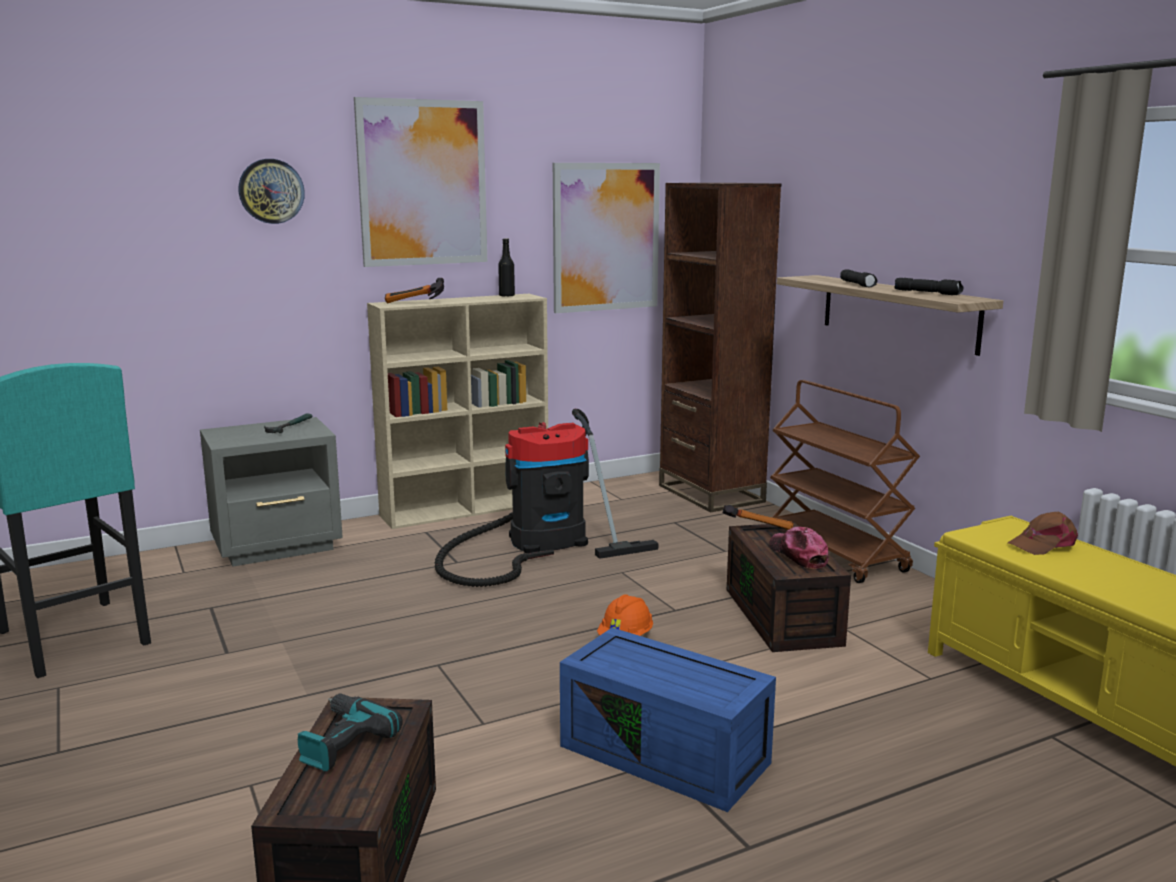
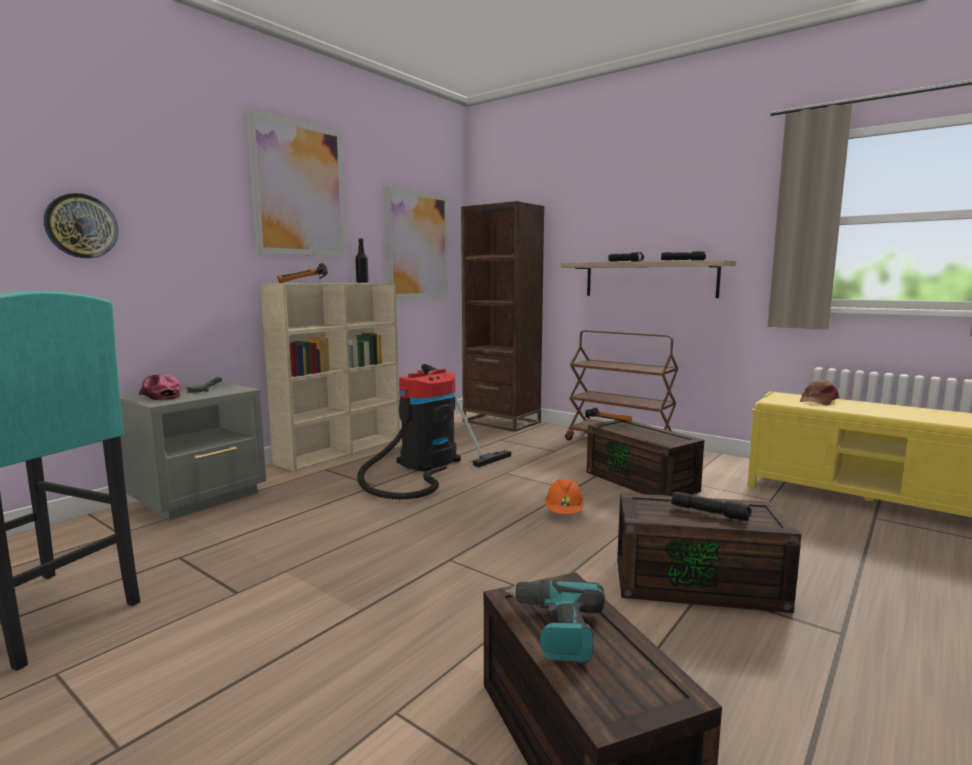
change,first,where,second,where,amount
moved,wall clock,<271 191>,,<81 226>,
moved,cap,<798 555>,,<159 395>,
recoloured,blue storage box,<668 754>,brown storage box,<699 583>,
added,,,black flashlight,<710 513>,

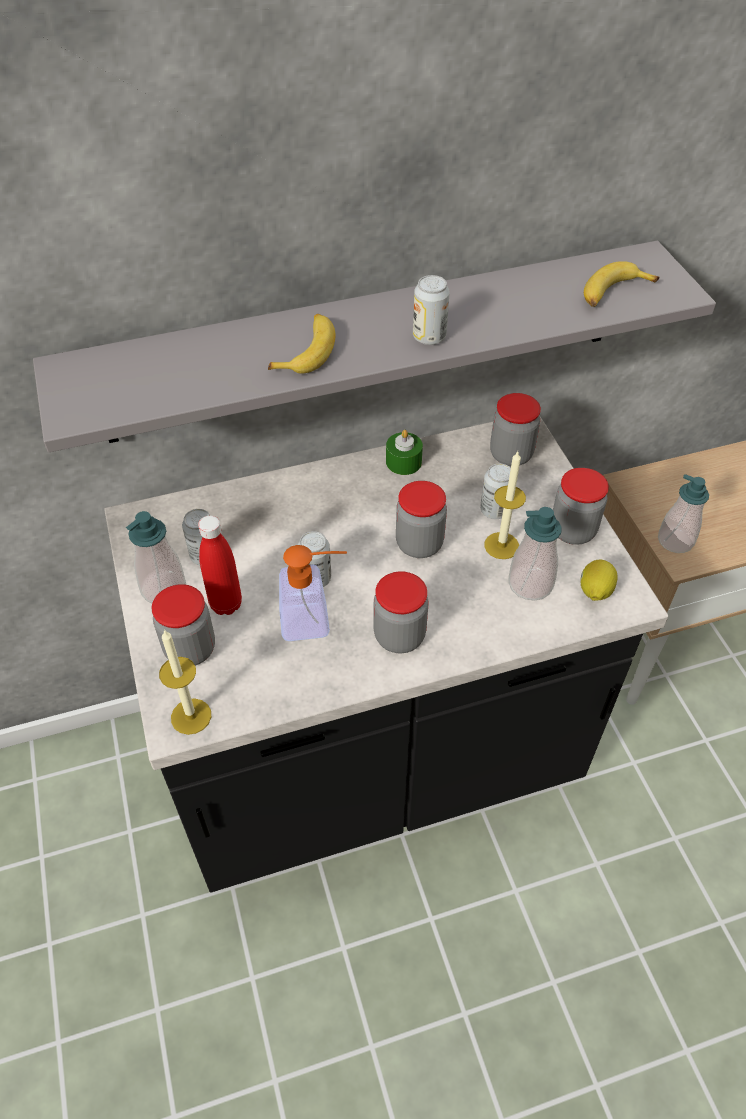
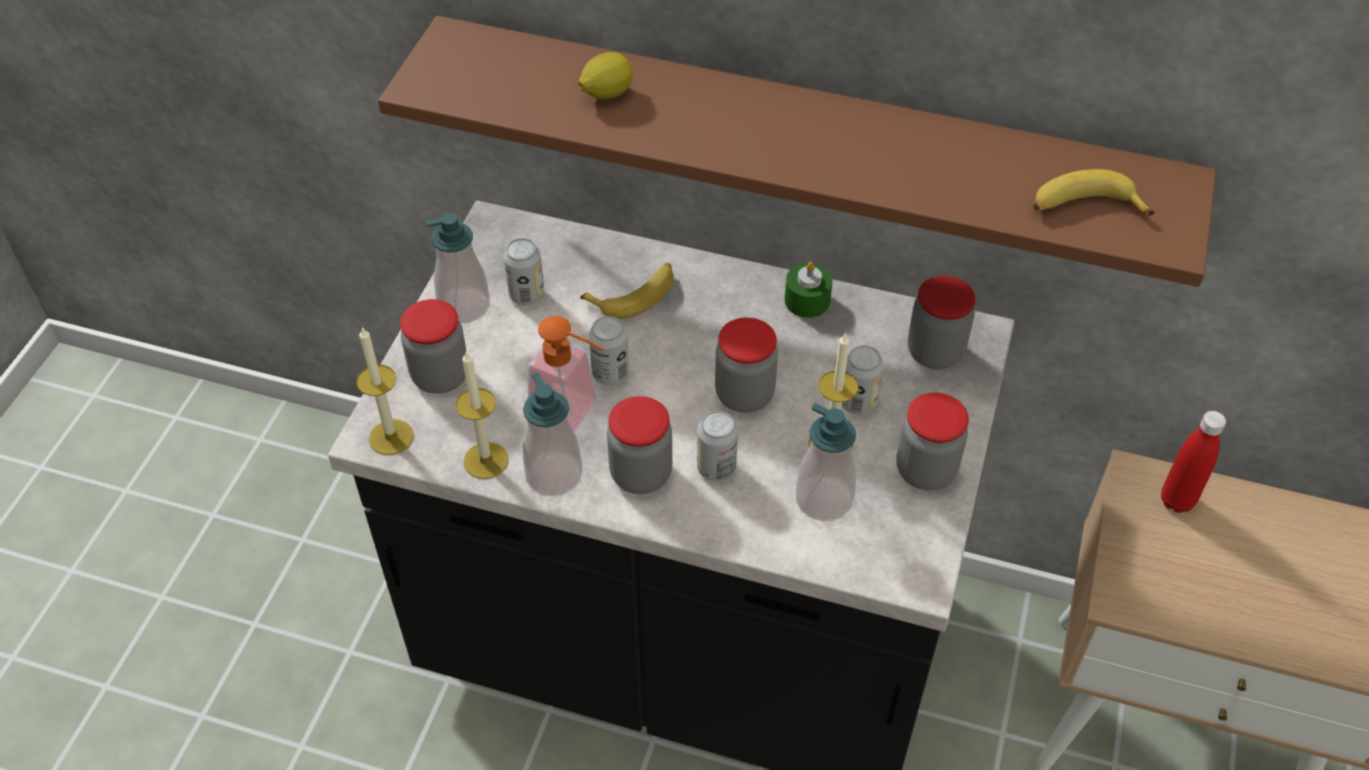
change,first,where,second,where,amount
recoloured,grey shelf,<367 342>,brown shelf,<801 142>,
moved,can,<429 337>,,<716 468>,
moved,banana,<307 351>,,<635 295>,
moved,soap dispenser,<675 540>,,<554 475>,
moved,red bottle,<226 604>,,<1177 500>,
moved,lemon,<594 591>,,<606 94>,
added,,,candle,<486 460>,

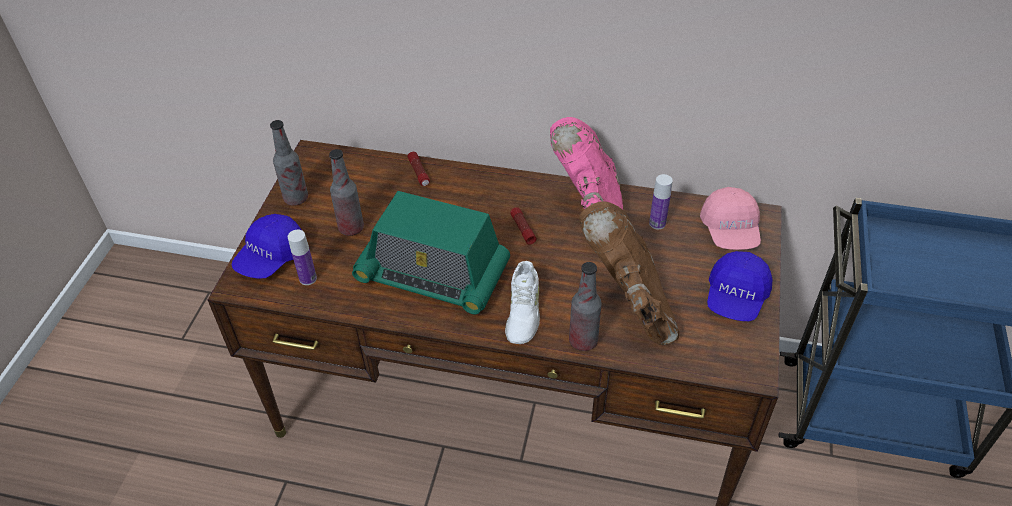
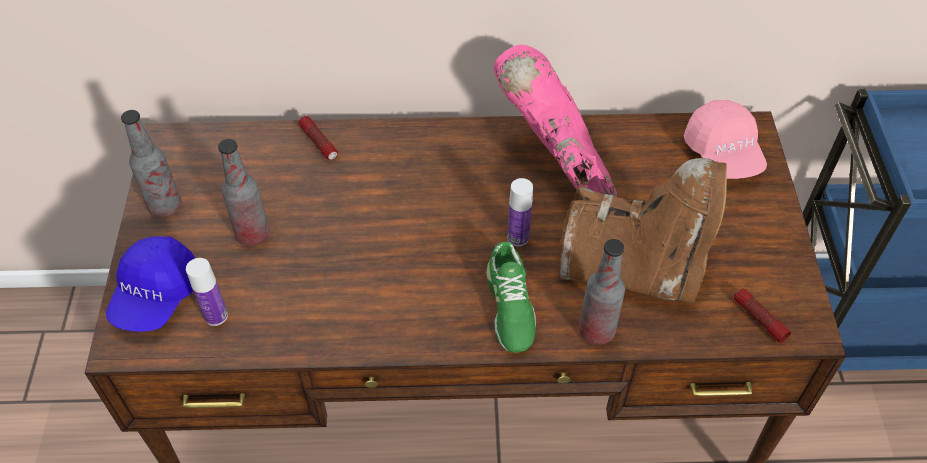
change,first,where,second,where,amount
moved,bottle,<657 223>,,<518 237>,
removed,radio,<433 274>,,,
turned,brown boot,<629 304>,,<636 270>,135 degrees clockwise
moved,flashlight,<522 229>,,<759 319>,
removed,blue cap,<736 298>,,,
recoloured,white shoe,<522 311>,green shoe,<509 306>,

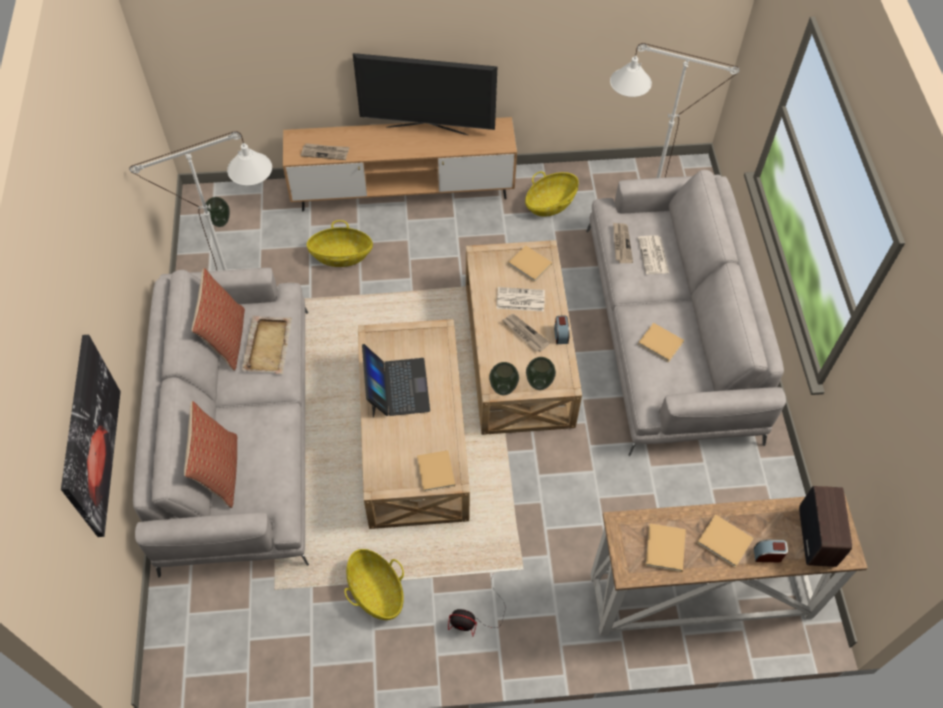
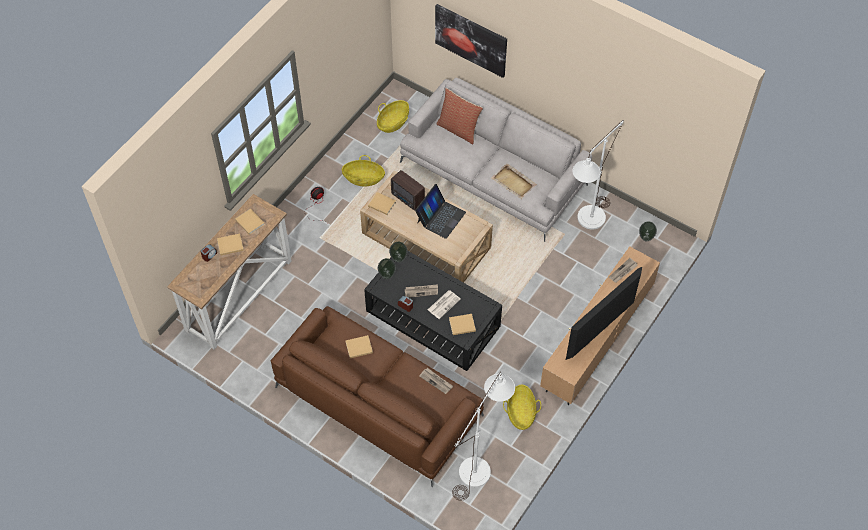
change,first,where,second,where,amount
recoloured,grey sofa,<670 331>,brown sofa,<378 402>,
moved,basket,<341 256>,,<393 123>,
removed,newspaper,<653 256>,,,
recoloured,beige coffee table,<519 352>,black coffee table,<432 319>,
removed,pillow,<226 339>,,,
turned,laptop,<397 387>,,<440 217>,90 degrees counterclockwise
moved,radio,<817 535>,,<408 199>,

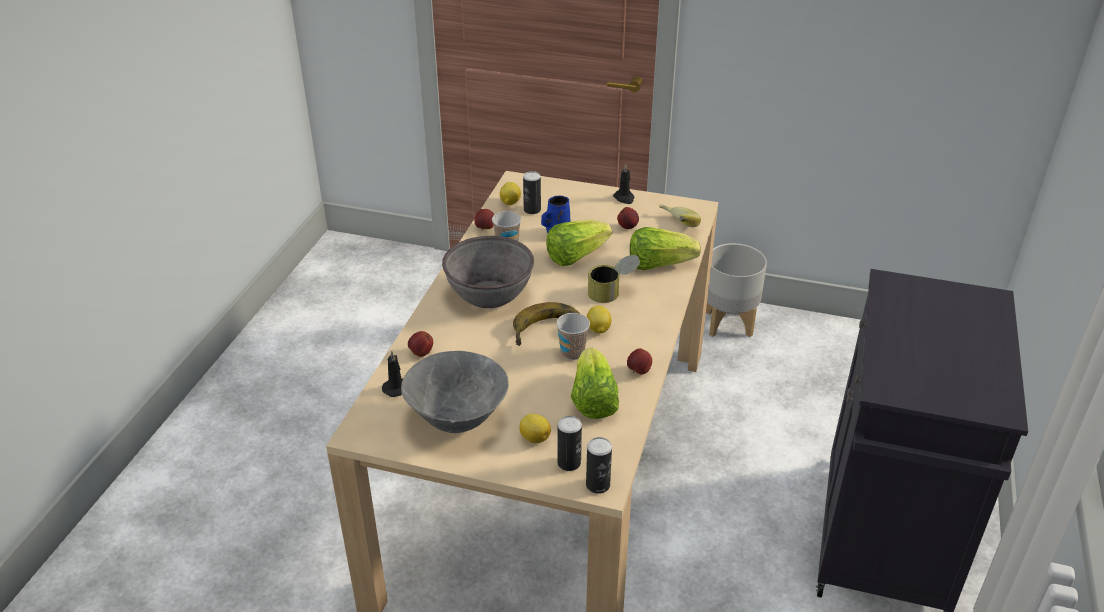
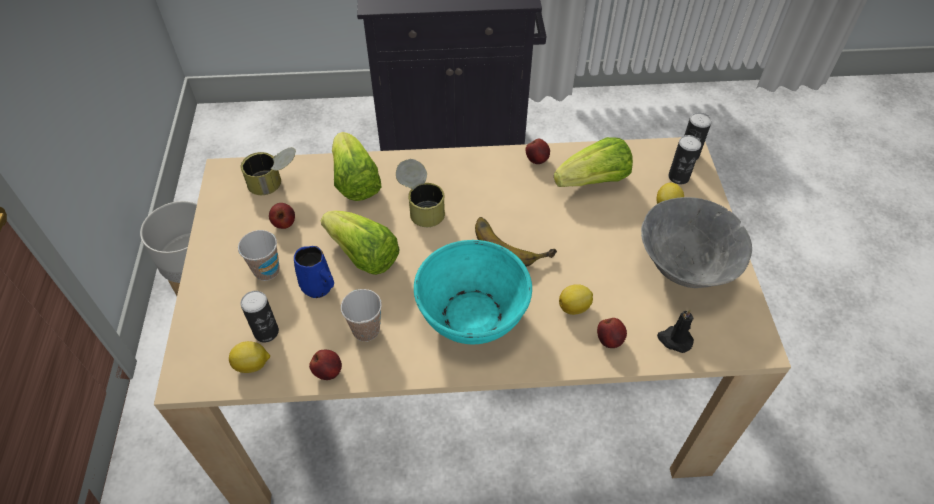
change,first,where,second,where,amount
removed,black candle,<624 198>,,,
replaced,banana,<675 228>,can,<274 183>,
recoloured,grey bowl,<490 294>,turquoise bowl,<472 314>,
moved,lemon,<598 329>,,<575 307>,
moved,cup,<572 353>,,<267 271>,

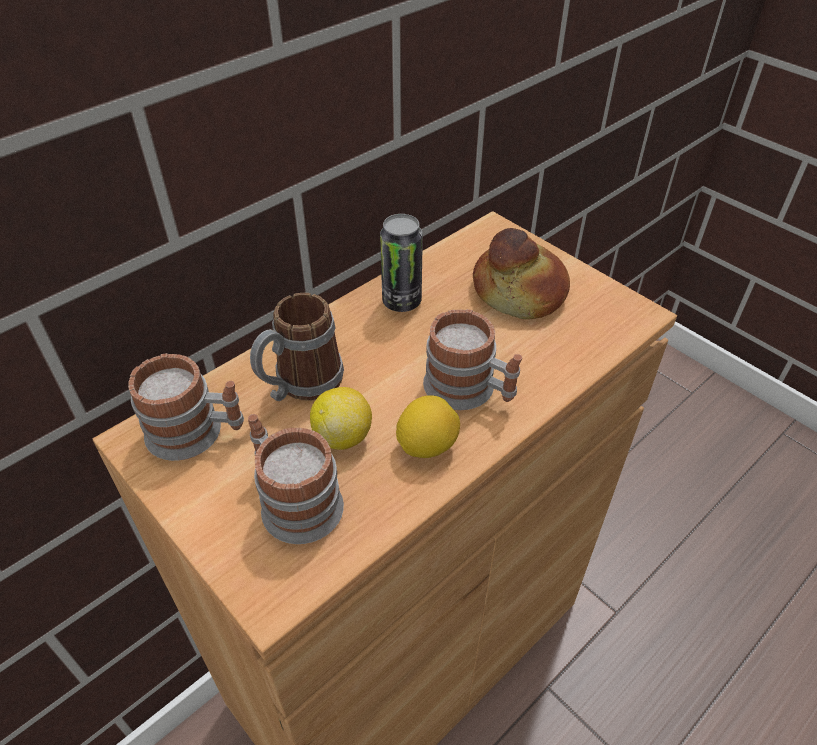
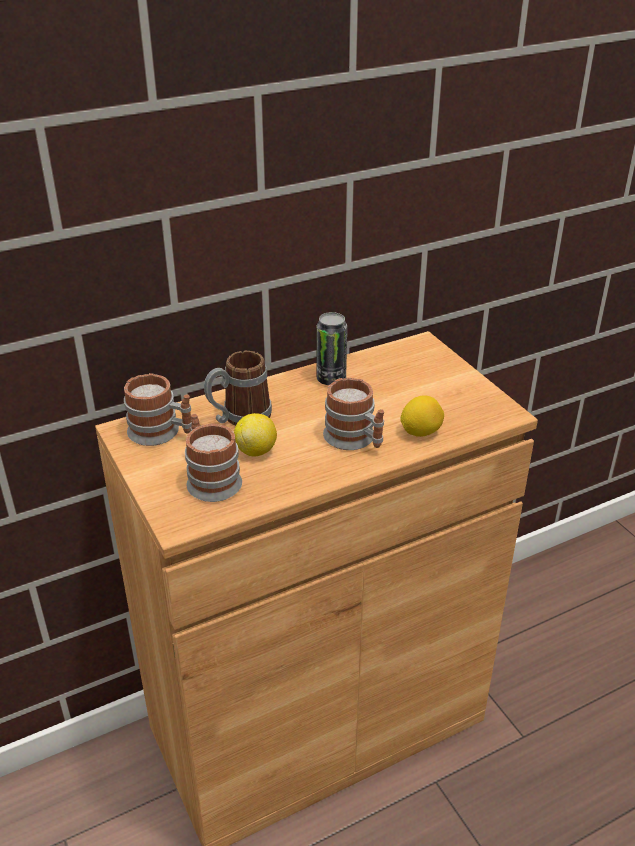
change,first,where,second,where,amount
removed,bread,<520 292>,,,
moved,lemon,<427 445>,,<420 432>,

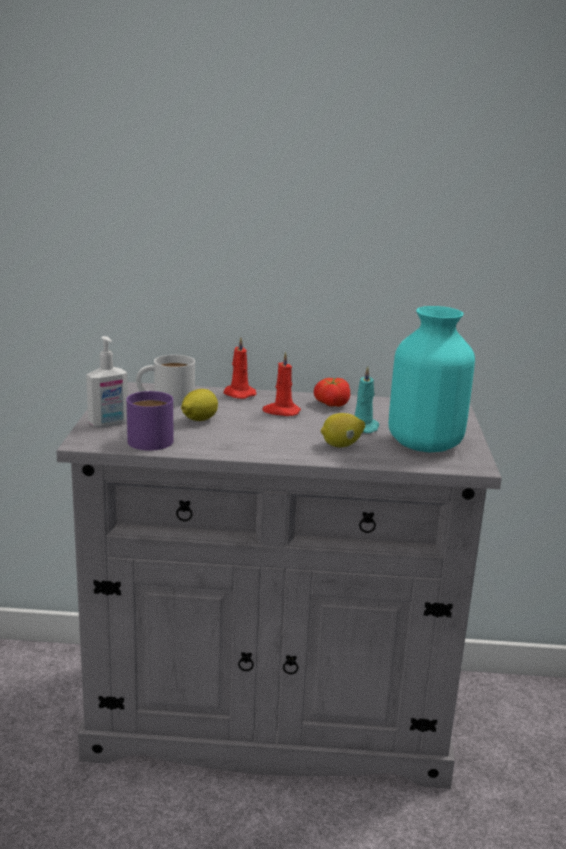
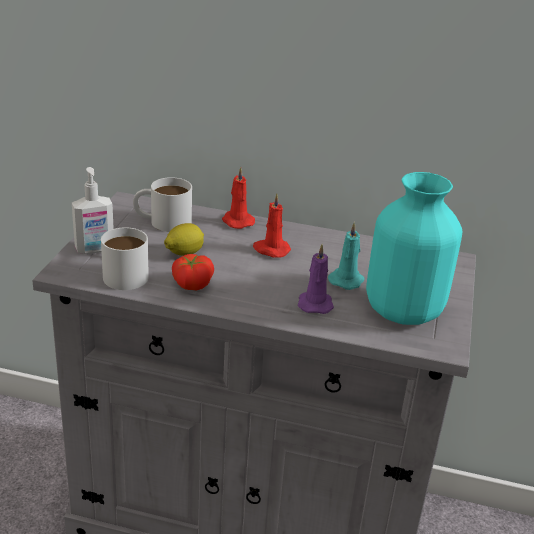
change,first,where,second,where,amount
moved,tomato,<331 404>,,<191 284>,
recoloured,purple mug,<148 437>,white mug,<125 272>,
replaced,lemon,<341 445>,purple candle,<315 303>,

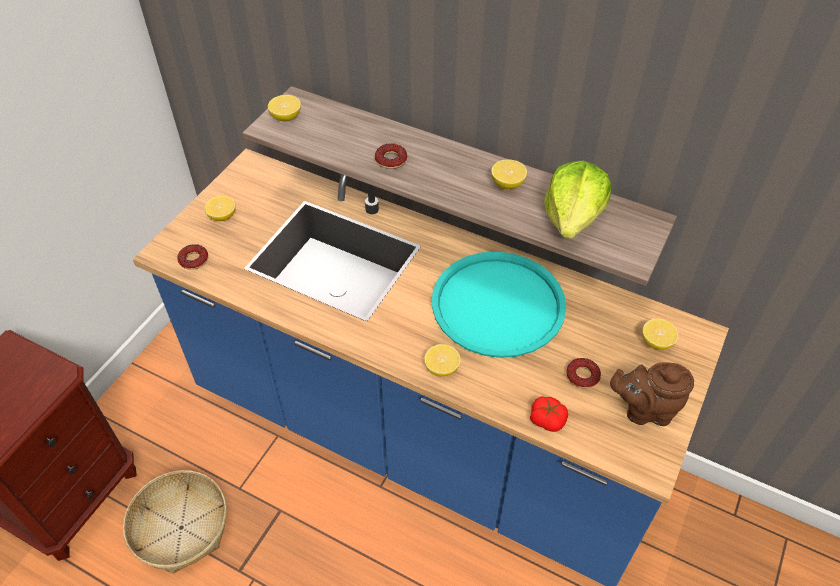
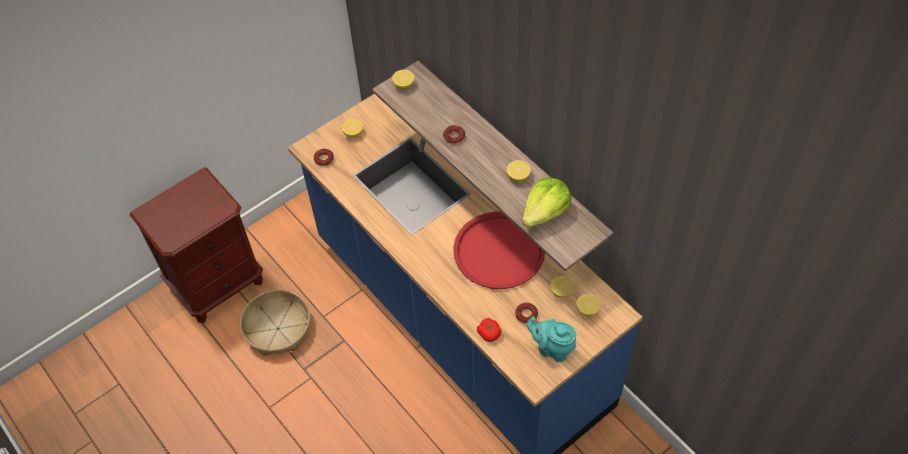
change,first,where,second,where,amount
recoloured,turquoise tray,<498 305>,red tray,<499 251>,
moved,lemon,<442 368>,,<561 291>,
recoloured,brown teapot,<644 410>,turquoise teapot,<552 348>,

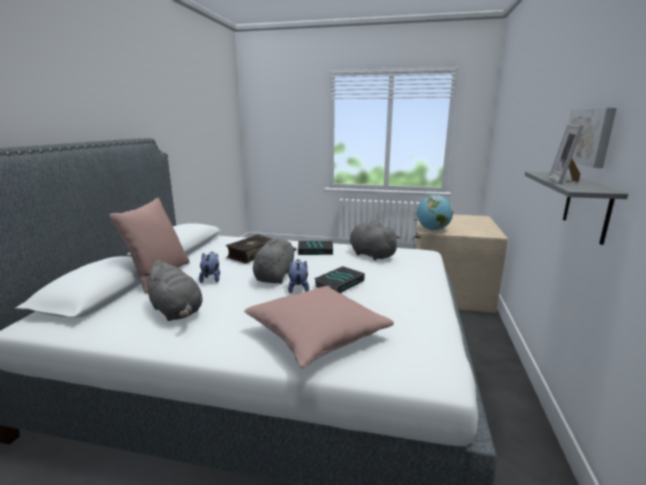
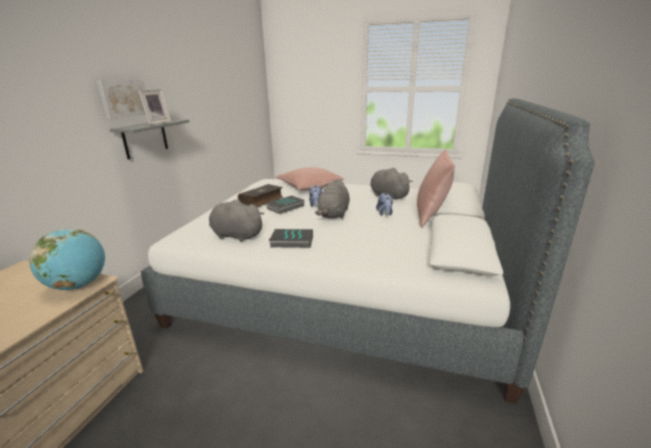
change,first,where,second,where,amount
turned,grey plush toy,<370 254>,,<235 235>,150 degrees clockwise
moved,book,<252 254>,,<262 200>,

